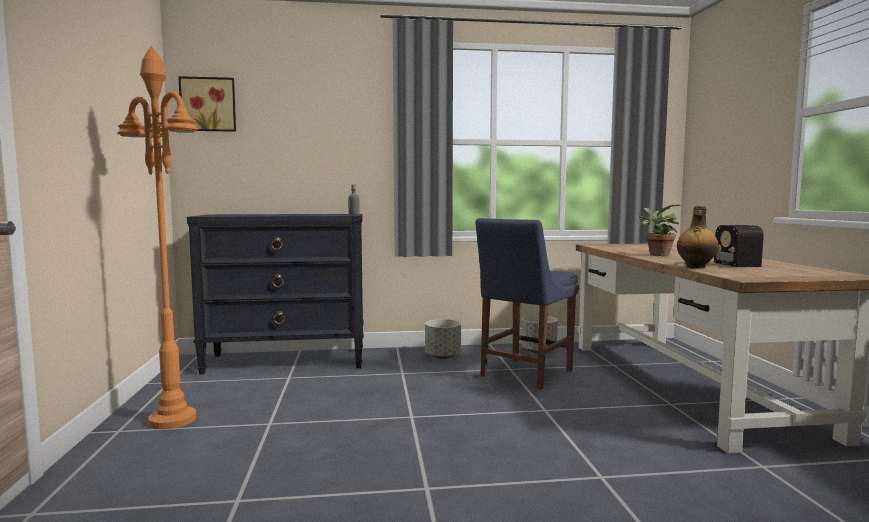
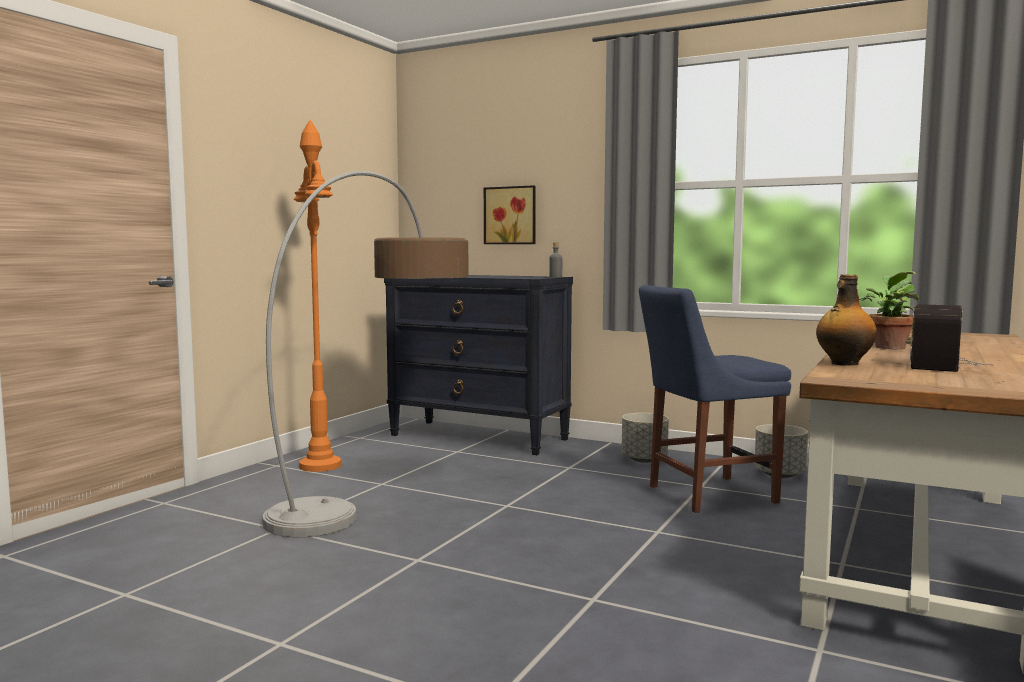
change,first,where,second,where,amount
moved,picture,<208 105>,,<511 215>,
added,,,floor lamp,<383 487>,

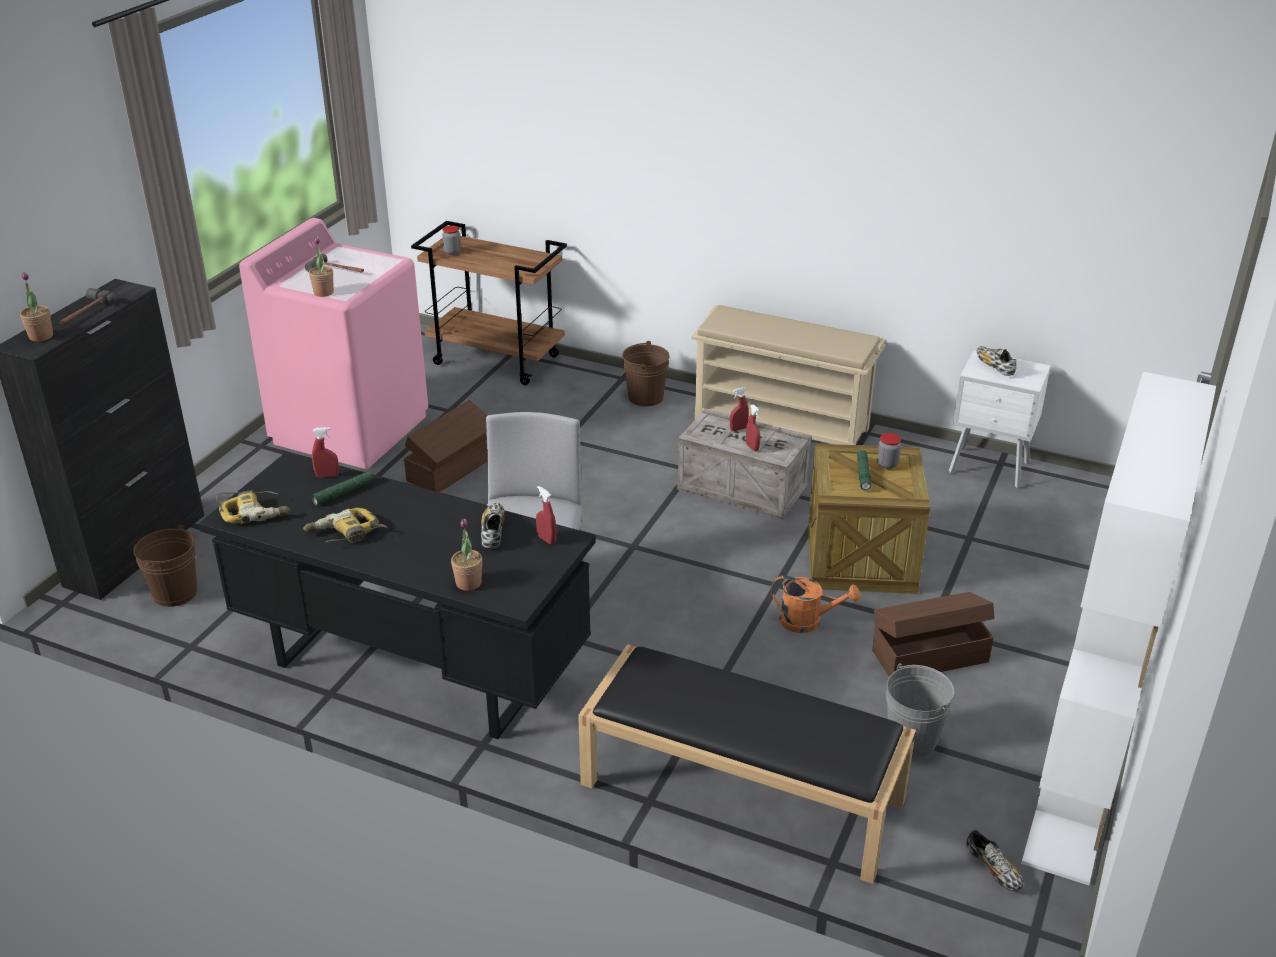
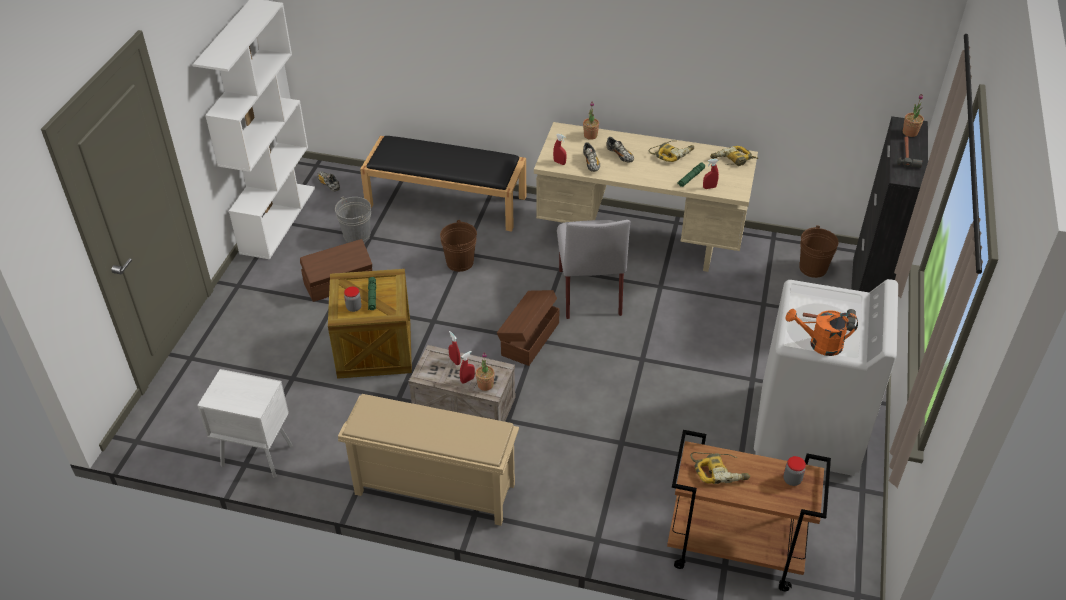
change,first,where,second,where,amount
recoloured,pink washing machine,<351 429>,white washing machine,<808 430>,
moved,potted plant,<323 292>,,<485 385>,
moved,brown bucket,<645 397>,,<460 262>,
moved,shoe,<994 366>,,<620 156>,
moved,brown storage box,<453 468>,,<529 339>,
recoloured,black desk,<410 669>,beige desk,<641 240>,
moved,orange watering can,<808 622>,,<819 344>,
added,,,power drill,<719 471>,

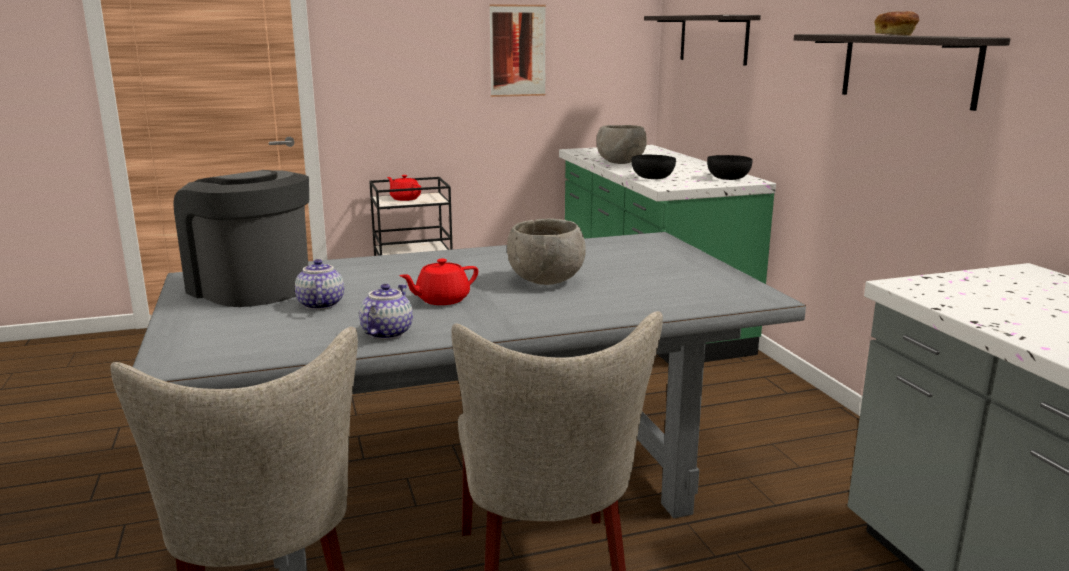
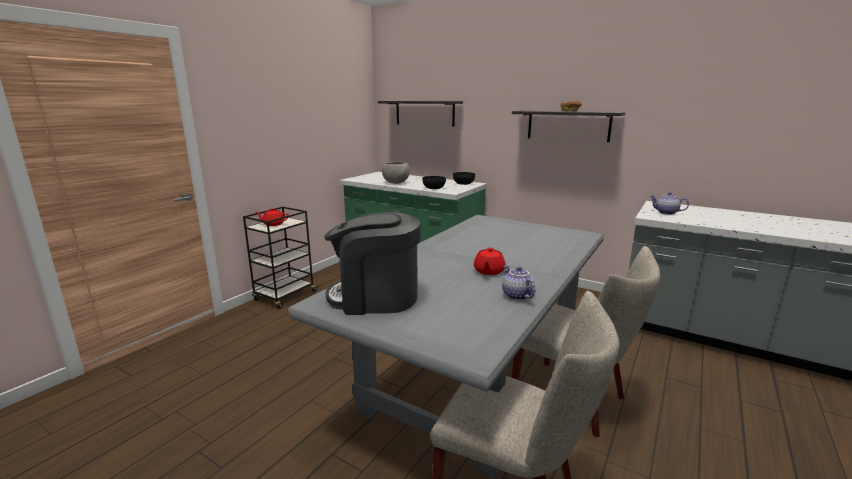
change,first,where,second,where,amount
removed,picture,<517 51>,,,
removed,grey bowl,<545 281>,,,
moved,teapot,<319 304>,,<666 213>,

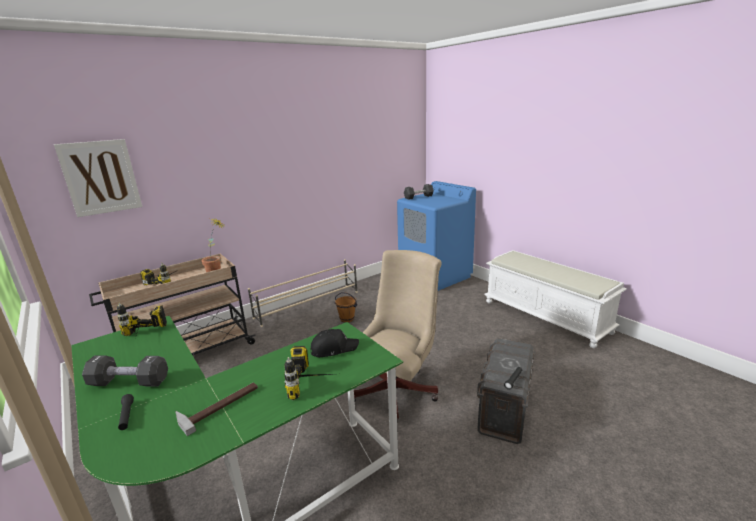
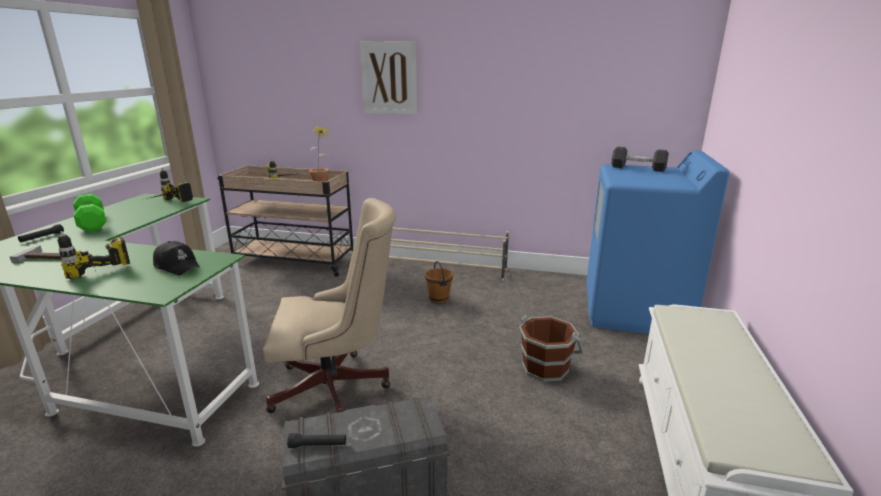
change,first,where,second,where,amount
moved,picture,<101 177>,,<389 78>,
recoloured,black dumbbell,<129 382>,green dumbbell,<92 223>,
added,,,brown bucket,<545 367>,

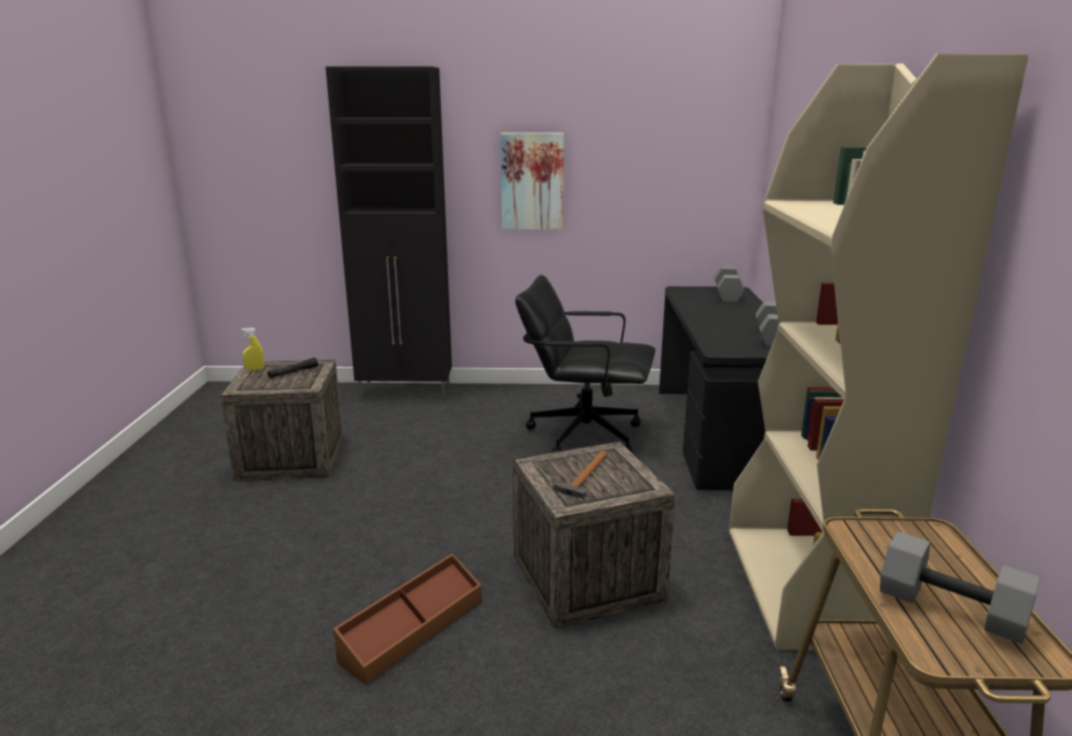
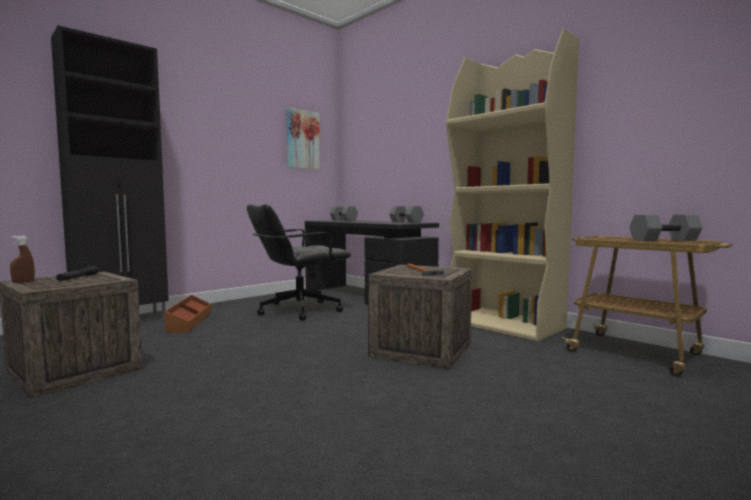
change,first,where,second,where,amount
moved,picture,<532 181>,,<302 140>,
recoloured,yellow spray bottle,<255 369>,brown spray bottle,<23 282>,
moved,brown storage box,<412 629>,,<189 321>,

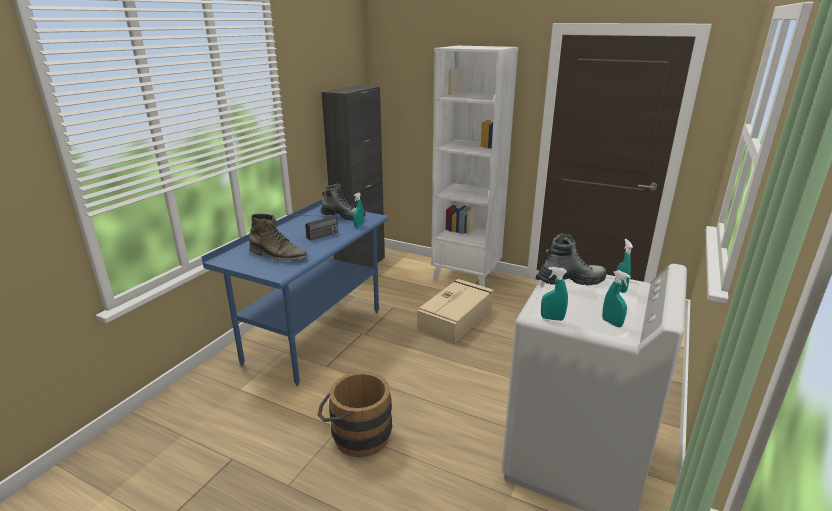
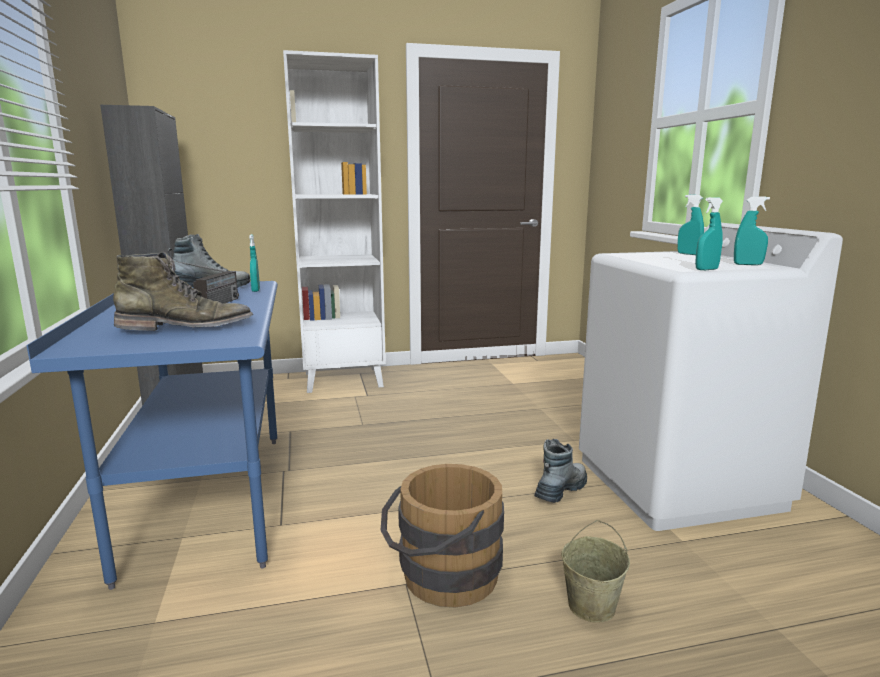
change,first,where,second,where,amount
moved,boot,<570 281>,,<561 490>,
removed,beige storage box,<456 318>,,,
added,,,beige bucket,<591 605>,

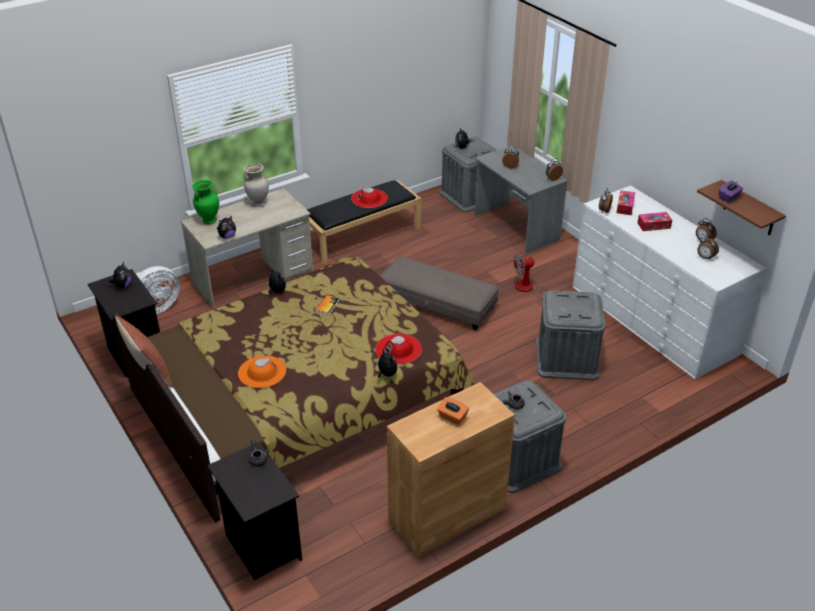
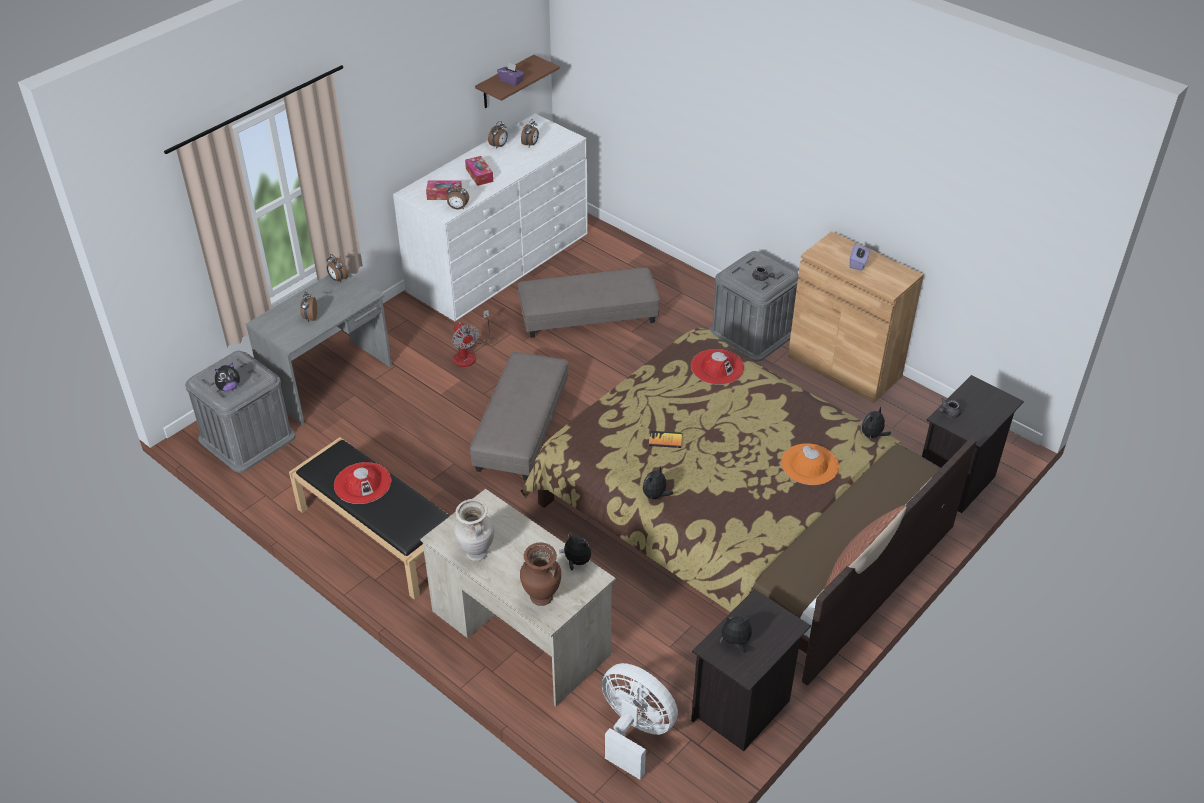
change,first,where,second,where,amount
recoloured,green vase,<209 221>,brown vase,<541 598>,
replaced,grey storage box,<566 358>,grey ottoman,<588 315>,
moved,plush toy,<386 374>,,<872 435>,
recoloured,orange tissue box,<452 417>,purple tissue box,<858 263>,

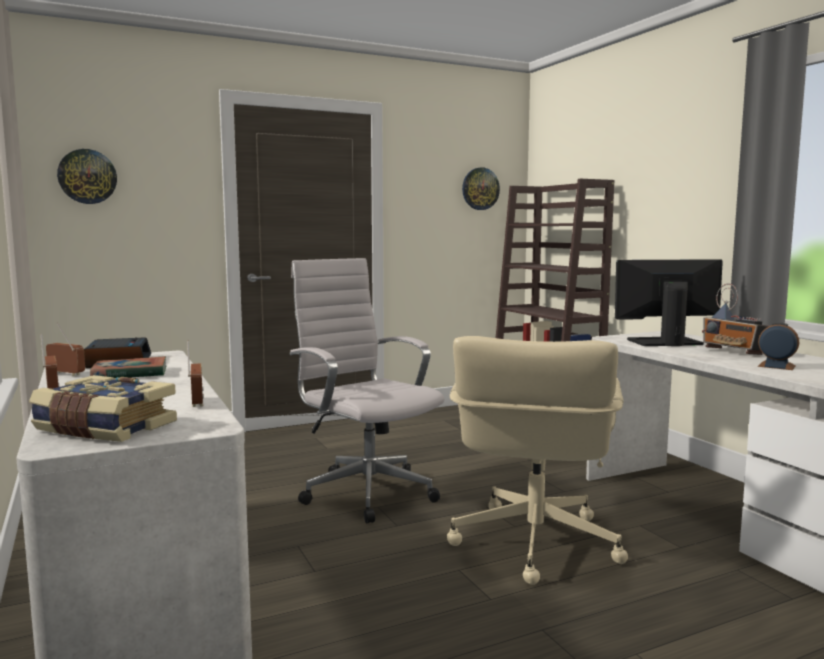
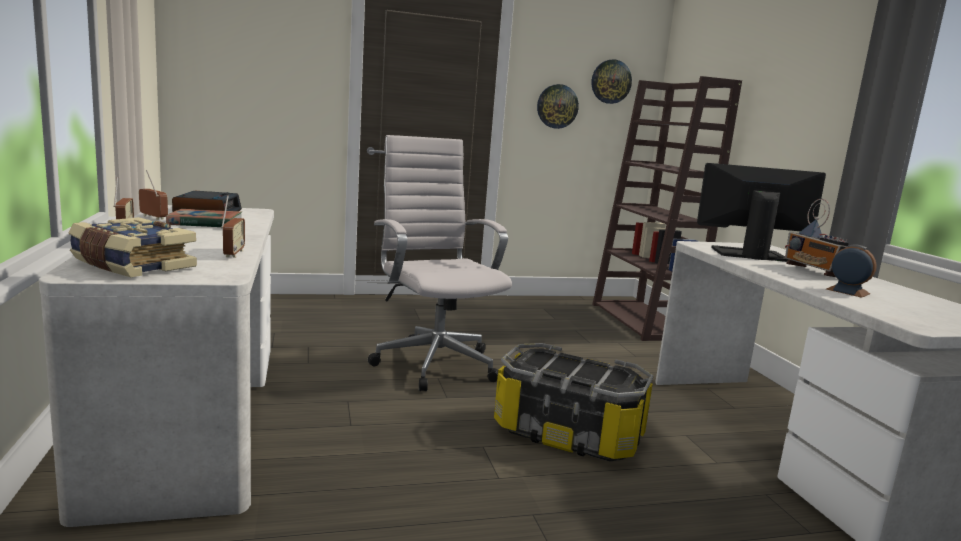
change,first,where,second,where,amount
moved,wall clock,<87 176>,,<557 106>,
replaced,beige office chair,<533 543>,storage box,<567 434>,

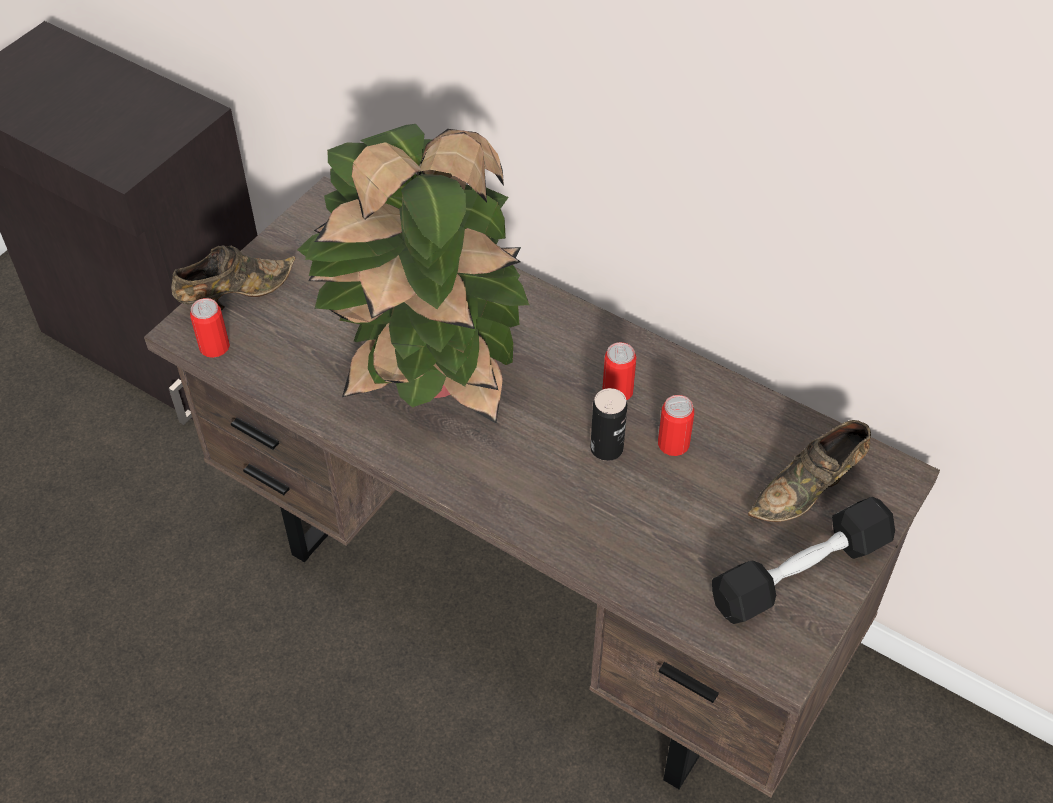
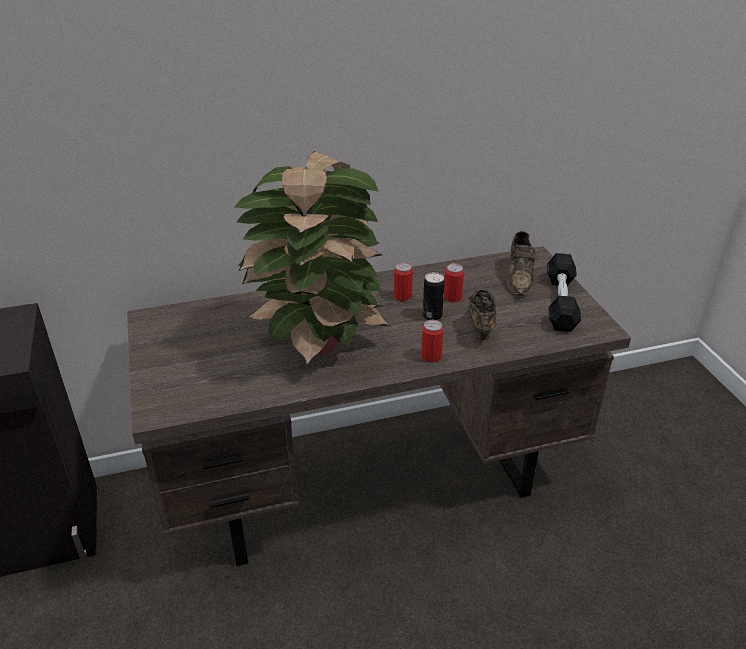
change,first,where,second,where,amount
moved,brown shoe,<234 296>,,<481 326>,
moved,can,<214 347>,,<431 356>,

